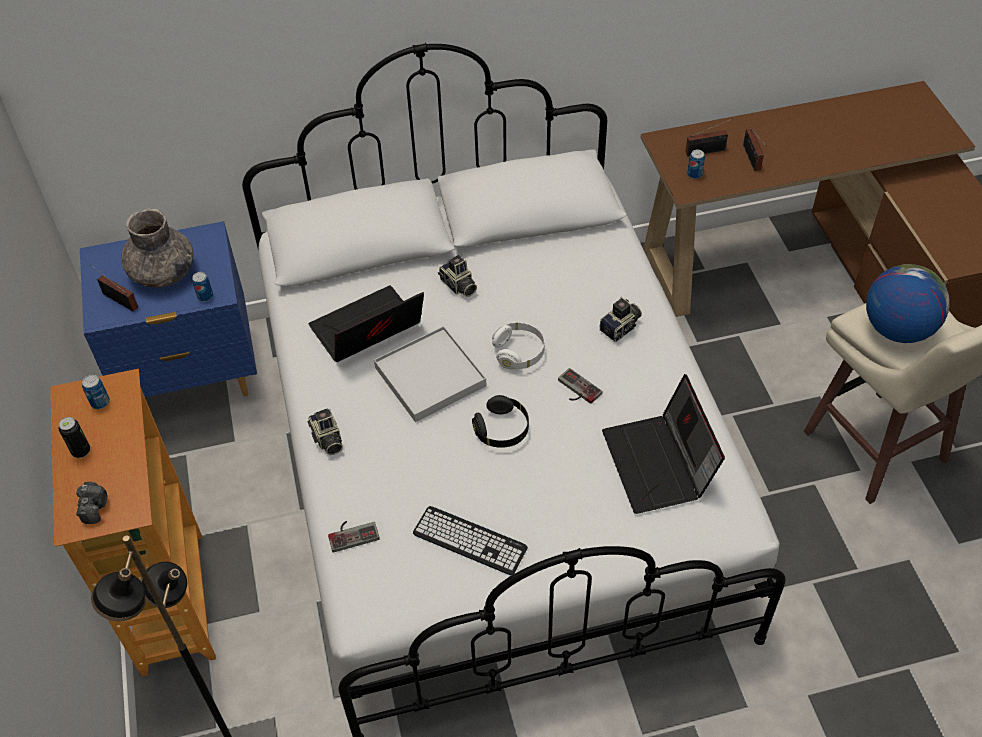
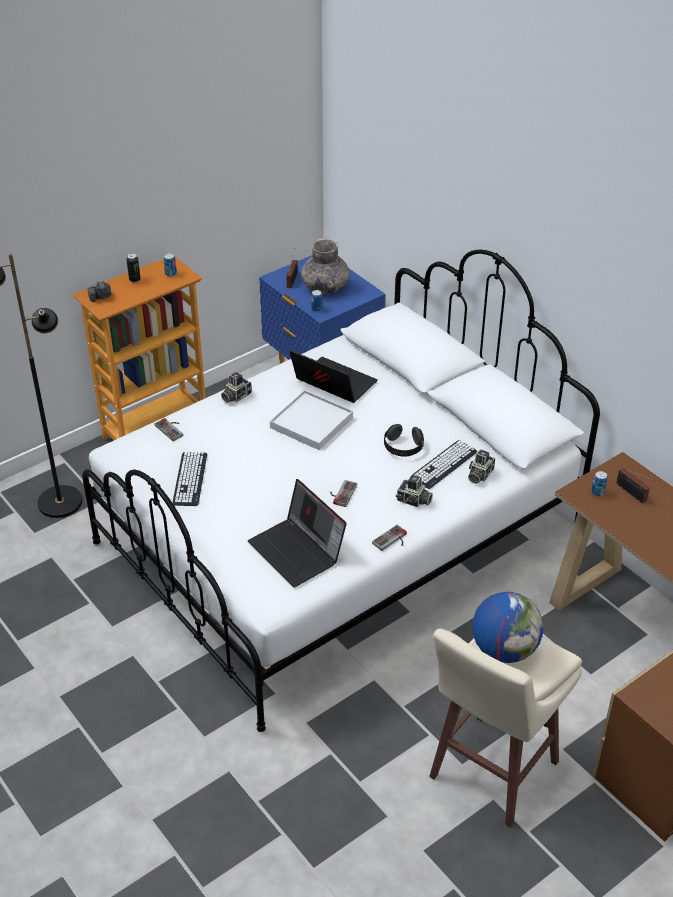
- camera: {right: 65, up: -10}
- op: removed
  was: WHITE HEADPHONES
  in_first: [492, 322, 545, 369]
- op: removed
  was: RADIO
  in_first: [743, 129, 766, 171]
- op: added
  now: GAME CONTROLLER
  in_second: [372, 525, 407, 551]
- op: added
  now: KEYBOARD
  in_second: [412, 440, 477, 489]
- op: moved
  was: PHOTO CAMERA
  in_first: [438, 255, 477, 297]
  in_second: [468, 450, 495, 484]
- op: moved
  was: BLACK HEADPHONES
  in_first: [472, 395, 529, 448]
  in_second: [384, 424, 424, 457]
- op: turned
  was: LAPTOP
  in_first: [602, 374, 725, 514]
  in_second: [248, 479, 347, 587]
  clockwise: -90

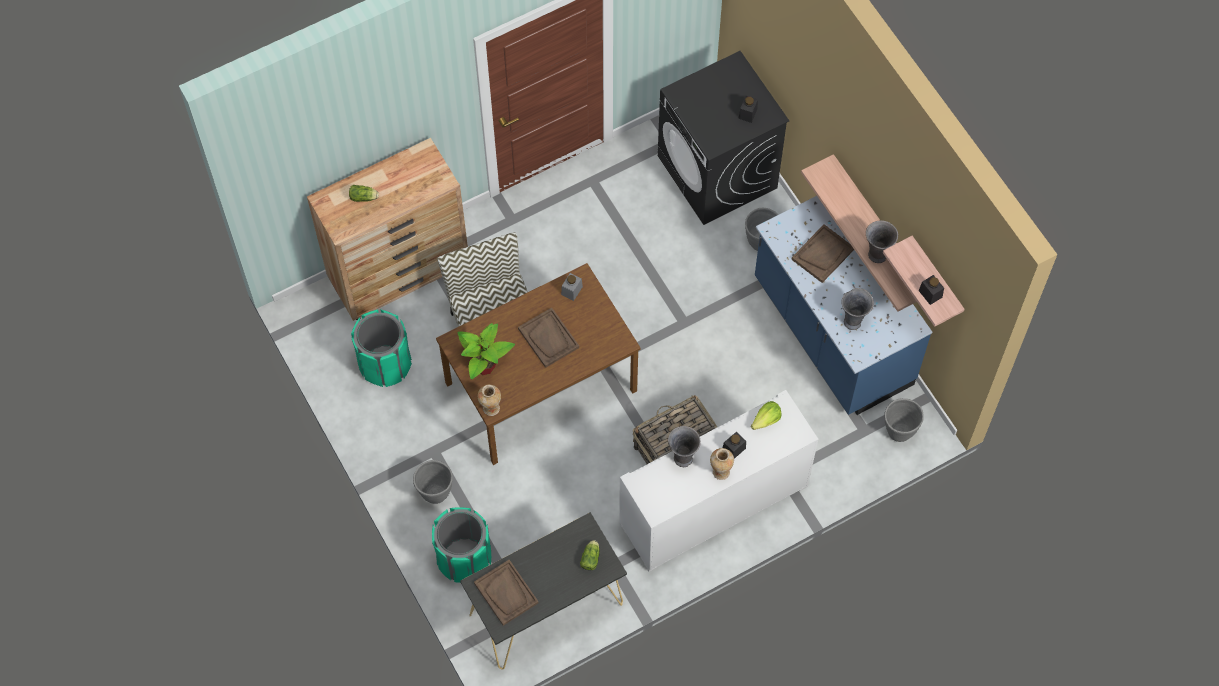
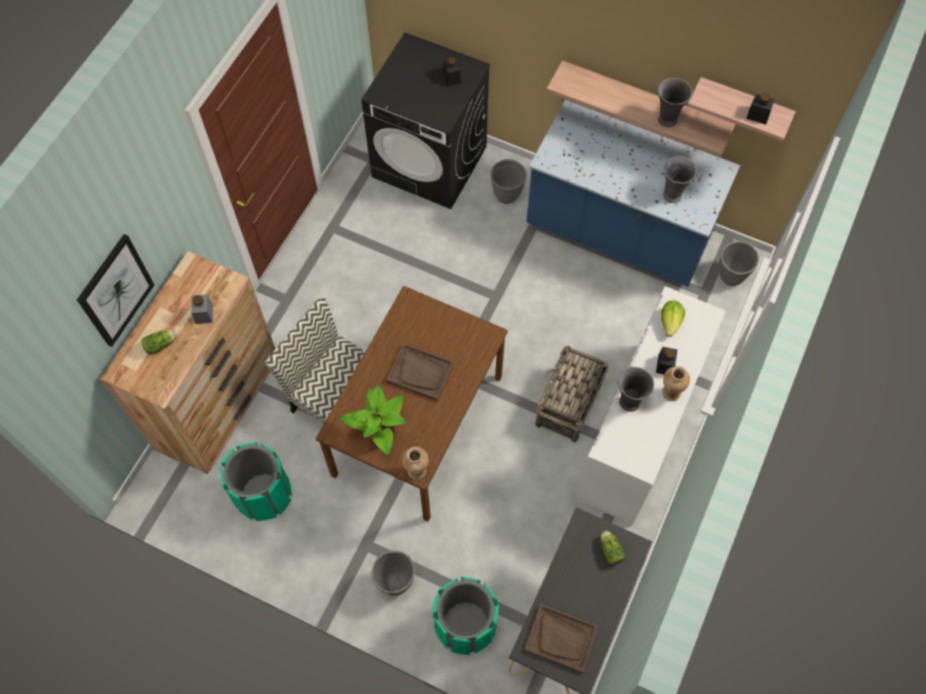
- camera: {right: -35, up: 0}
- op: removed
  was: BROWN TRAY
  in_first: [791, 224, 854, 283]
- op: added
  now: PICTURE
  in_second: [77, 234, 154, 347]
- op: moved
  was: GREY JAR
  in_first: [561, 273, 583, 301]
  in_second: [191, 294, 213, 324]

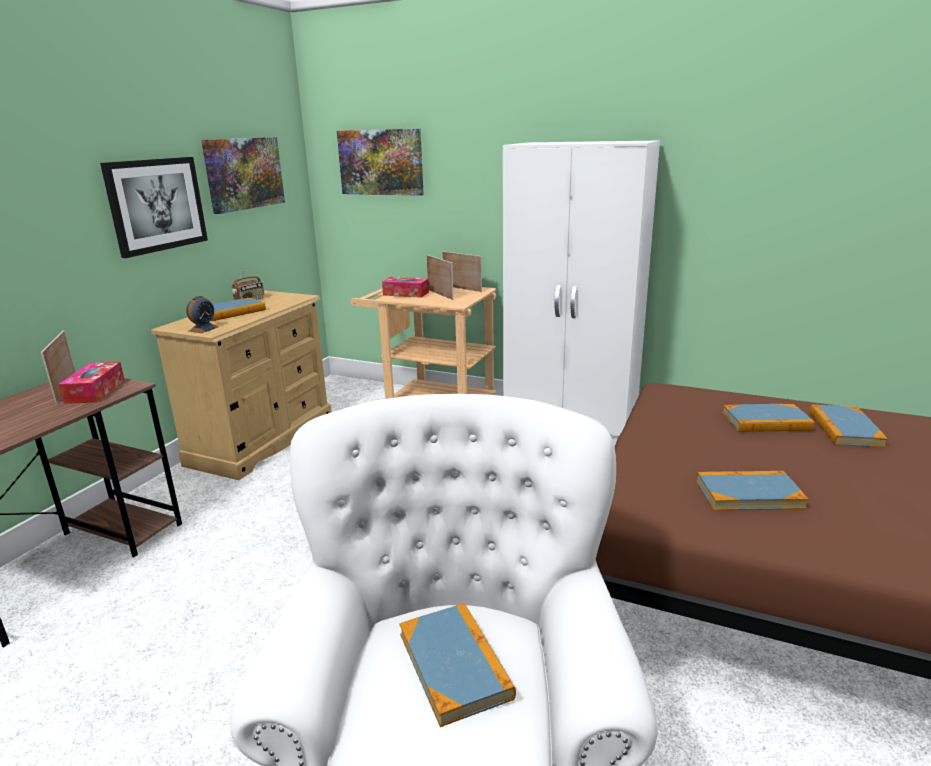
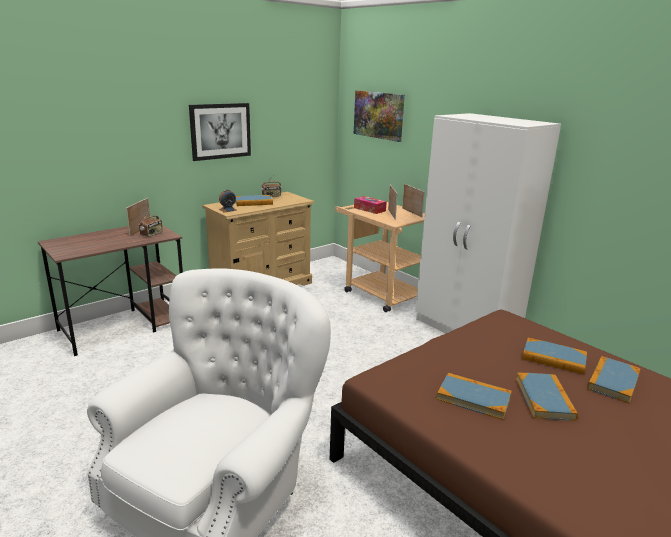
- camera: {right: 25, up: 0}
- op: removed
  was: PICTURE
  in_first: [201, 137, 285, 214]
- op: moved
  was: BOOK
  in_first: [399, 603, 516, 727]
  in_second: [516, 373, 578, 421]
- op: replaced
  was: TISSUE BOX
  now: RADIO
  in_first: [59, 362, 125, 404]
  in_second: [139, 209, 163, 237]

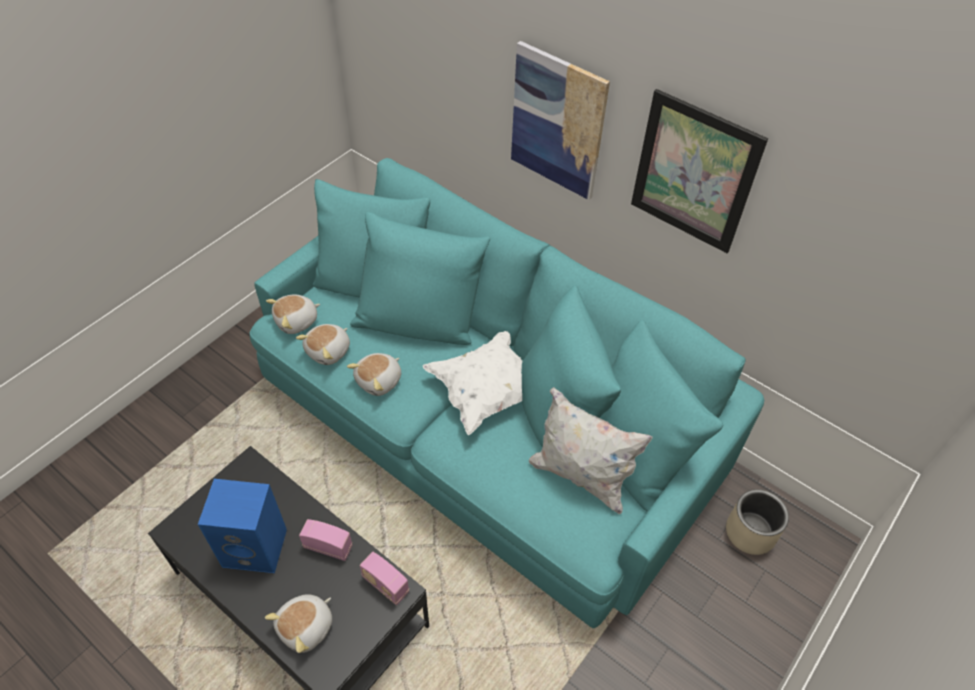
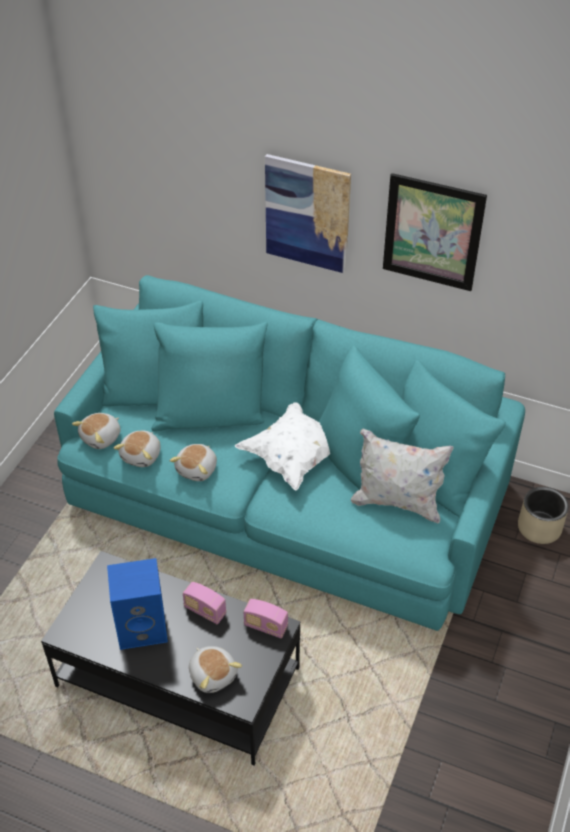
- camera: {right: -15, up: -5}
- op: turned
  was: PLUSH TOY
  in_first: [265, 594, 332, 653]
  in_second: [189, 646, 242, 693]
  clockwise: -60
- op: turned
  was: RADIO
  in_first: [299, 519, 352, 561]
  in_second: [183, 582, 226, 624]
  clockwise: -150

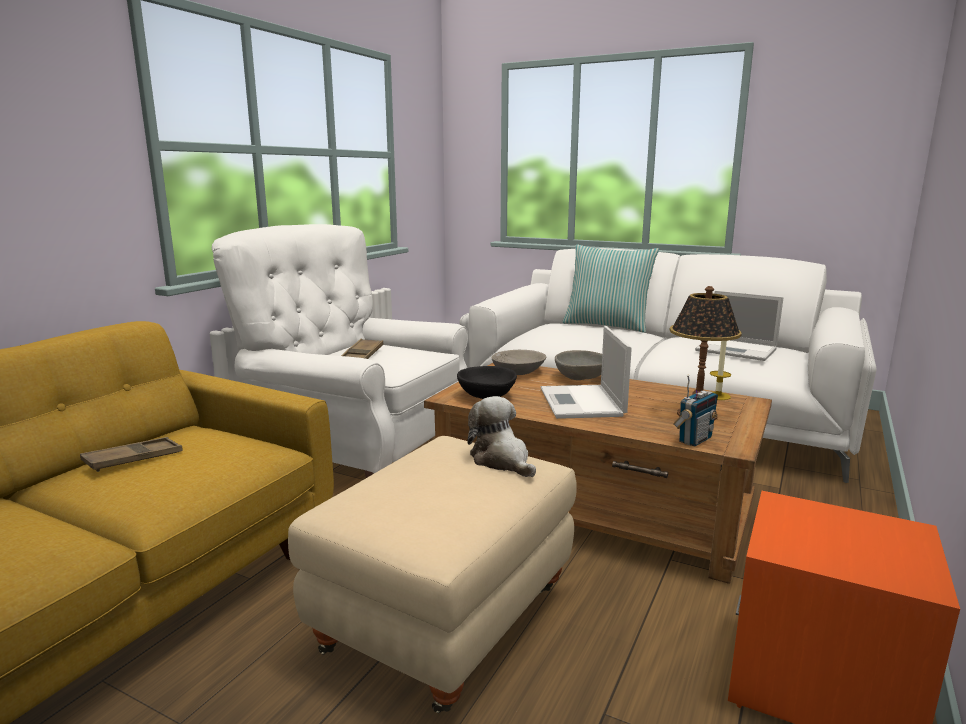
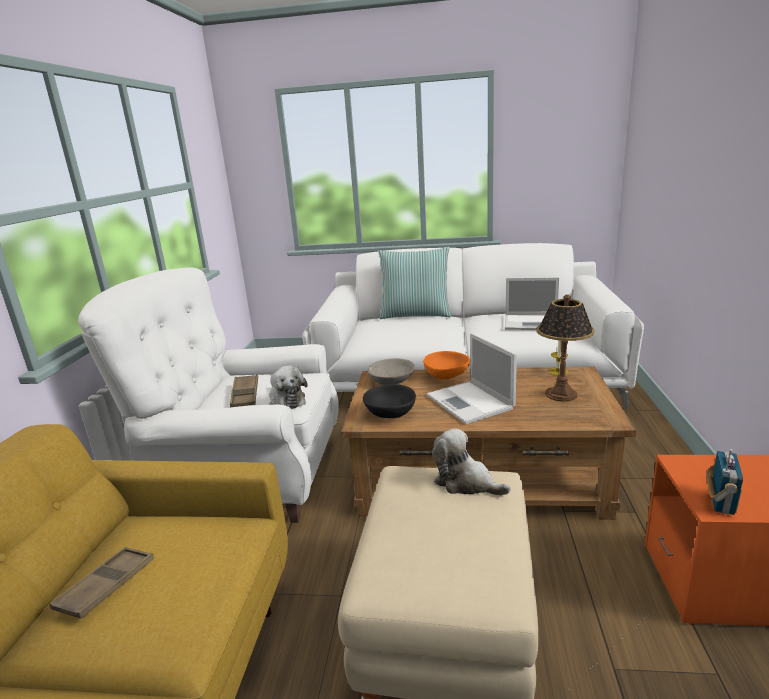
- camera: {right: -20, up: 5}
- op: added
  now: PLUSH TOY
  in_second: [269, 365, 307, 409]
- op: moved
  was: RADIO
  in_first: [673, 375, 718, 446]
  in_second: [706, 449, 743, 515]
- op: recoloured
  was: GREY BOWL
  now: ORANGE BOWL
  in_first: [555, 350, 602, 380]
  in_second: [423, 351, 470, 380]

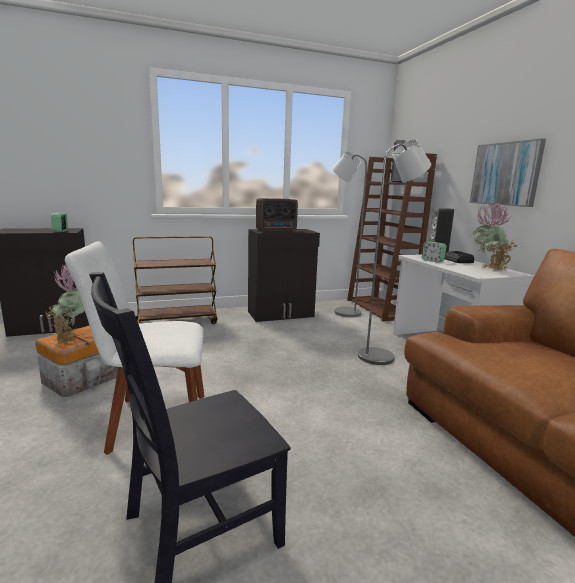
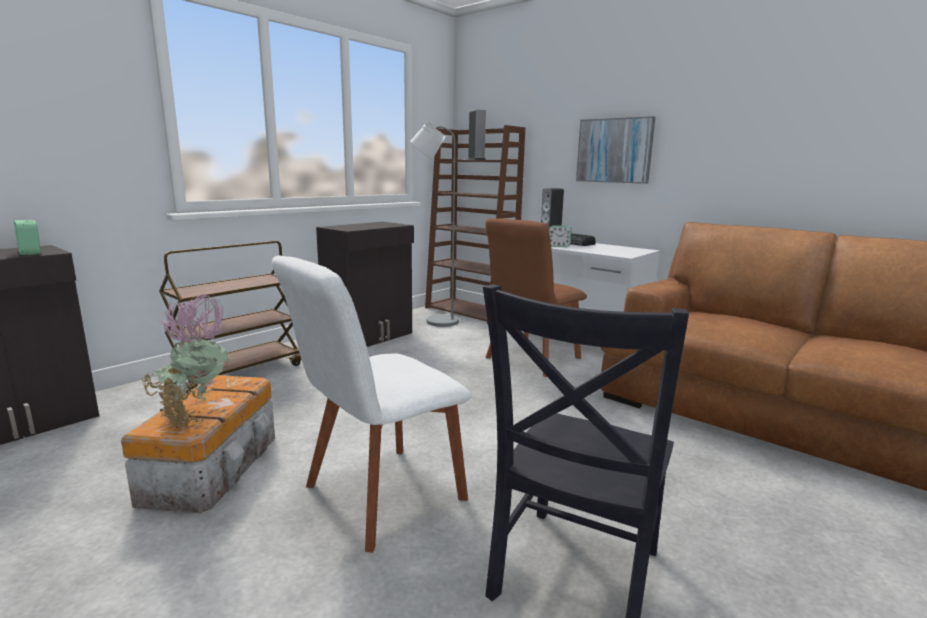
- camera: {right: -30, up: 0}
- op: removed
  was: RADIO
  in_first: [256, 198, 298, 232]
- op: removed
  was: POTTED PLANT
  in_first: [473, 200, 517, 271]
- op: replaced
  was: GREY FLOOR LAMP
  now: BROWN CHAIR
  in_first: [358, 139, 431, 365]
  in_second: [485, 218, 587, 377]

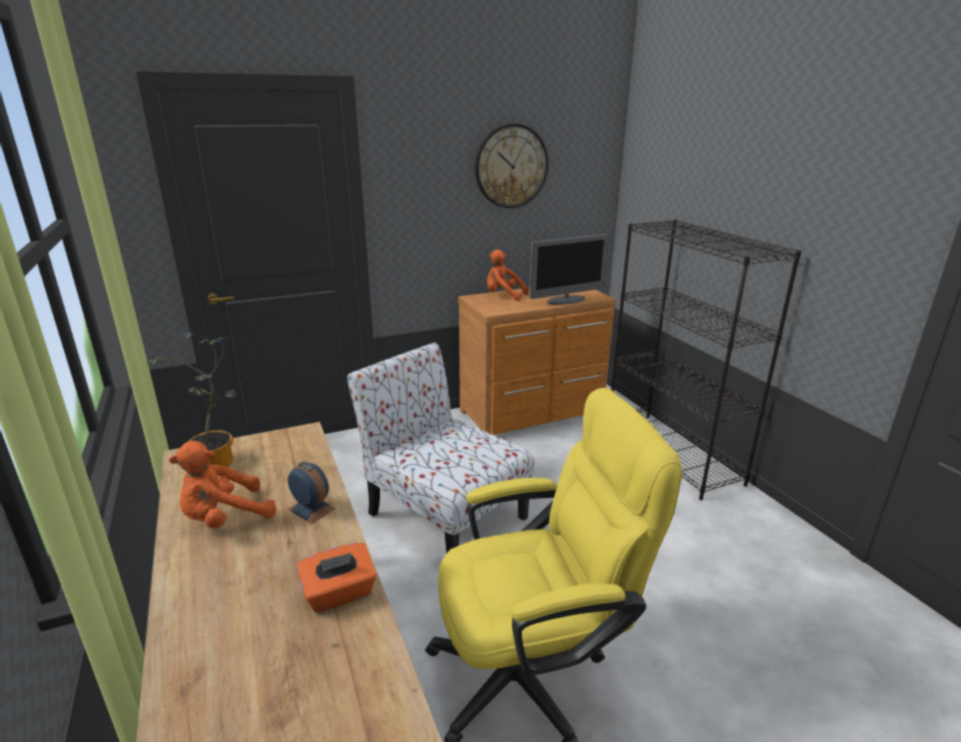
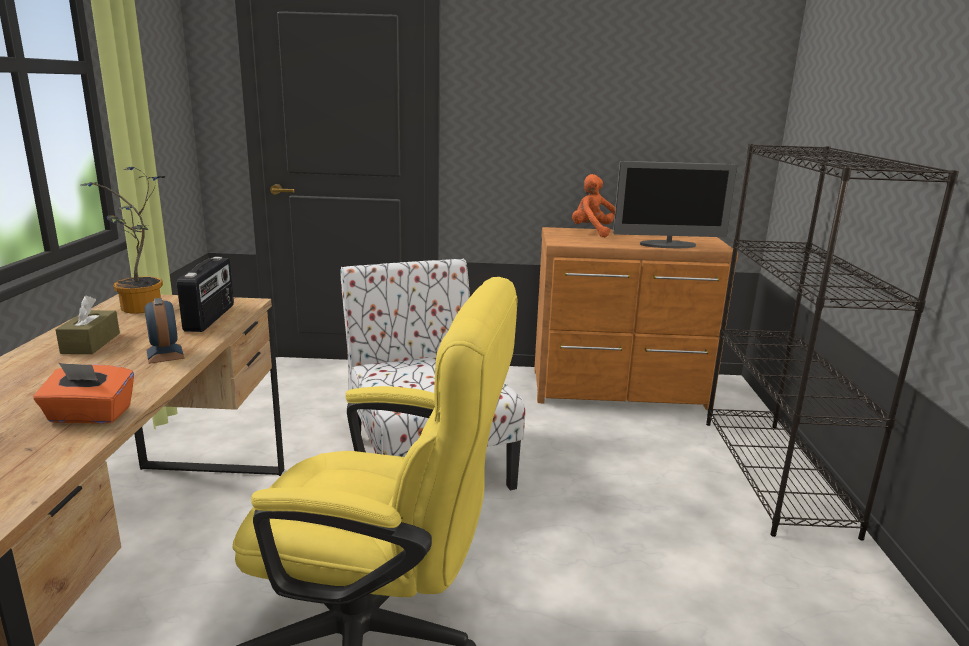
- camera: {right: 25, up: -5}
- op: removed
  was: WALL CLOCK
  in_first: [475, 124, 548, 208]
- op: added
  now: RADIO
  in_second: [177, 257, 234, 332]
- op: replaced
  was: ORANGE PLUSH TOY
  now: BROWN TISSUE BOX
  in_first: [169, 441, 277, 529]
  in_second: [55, 296, 120, 354]

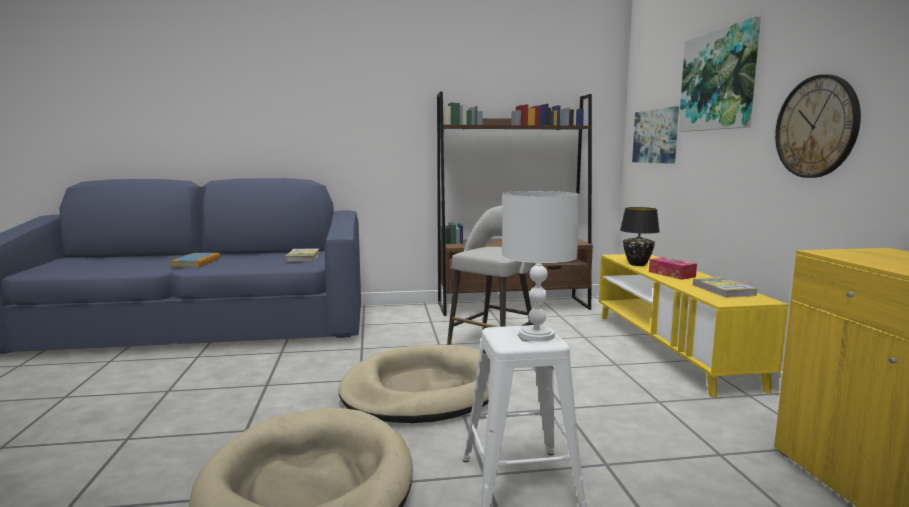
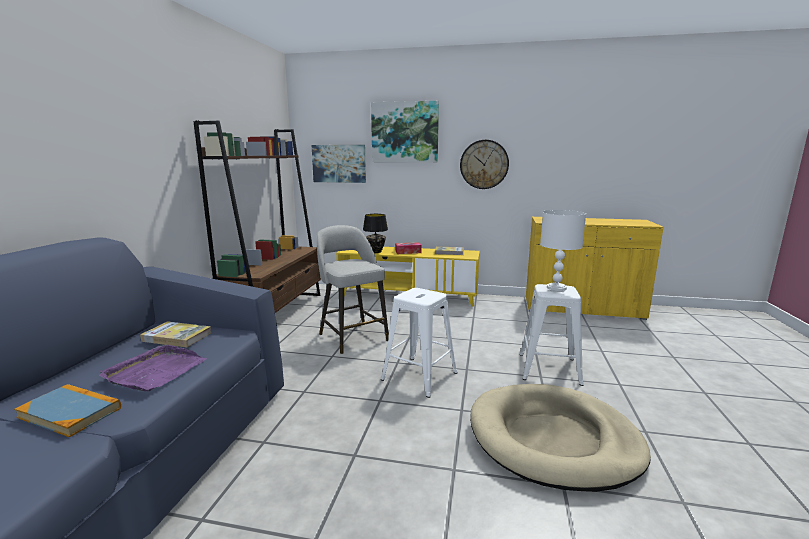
- camera: {right: -70, up: 5}
- op: added
  now: PURPLE TRAY
  in_second: [99, 345, 207, 392]
- op: replaced
  was: BEIGE DOG BED
  now: WHITE STOOL
  in_first: [339, 345, 491, 423]
  in_second: [381, 288, 458, 398]

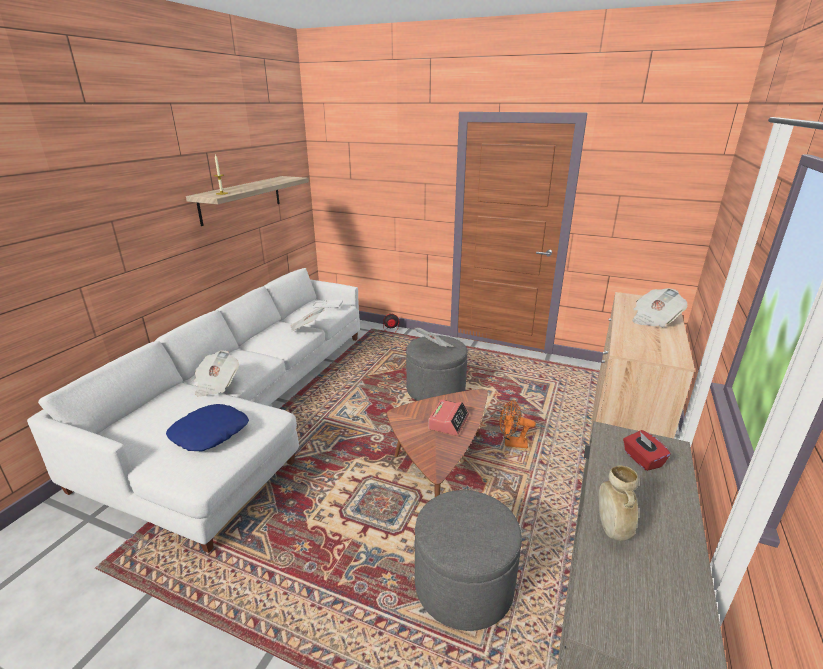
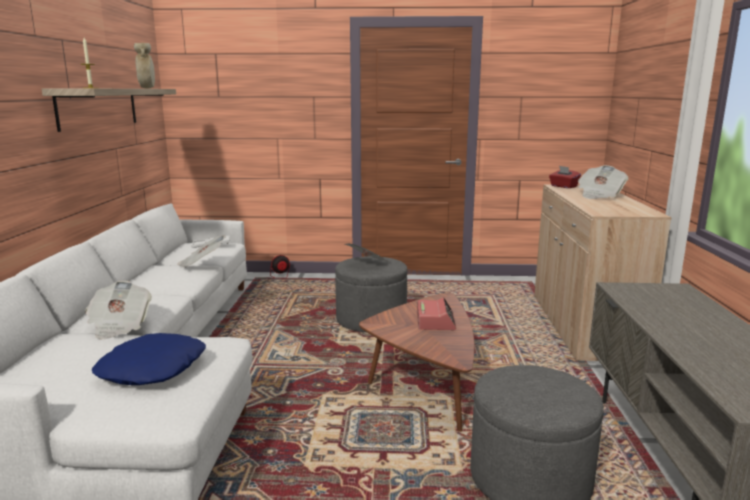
- camera: {right: -20, up: -10}
- op: removed
  was: ORANGE FAN
  in_first: [499, 399, 536, 448]
- op: moved
  was: BEIGE VASE
  in_first: [598, 466, 639, 541]
  in_second: [134, 43, 155, 89]
- op: moved
  was: RED TISSUE BOX
  in_first: [623, 430, 671, 471]
  in_second: [549, 166, 581, 188]

